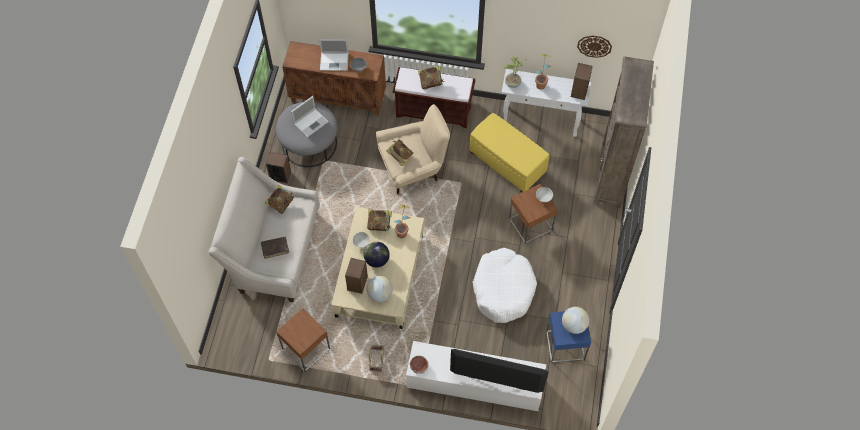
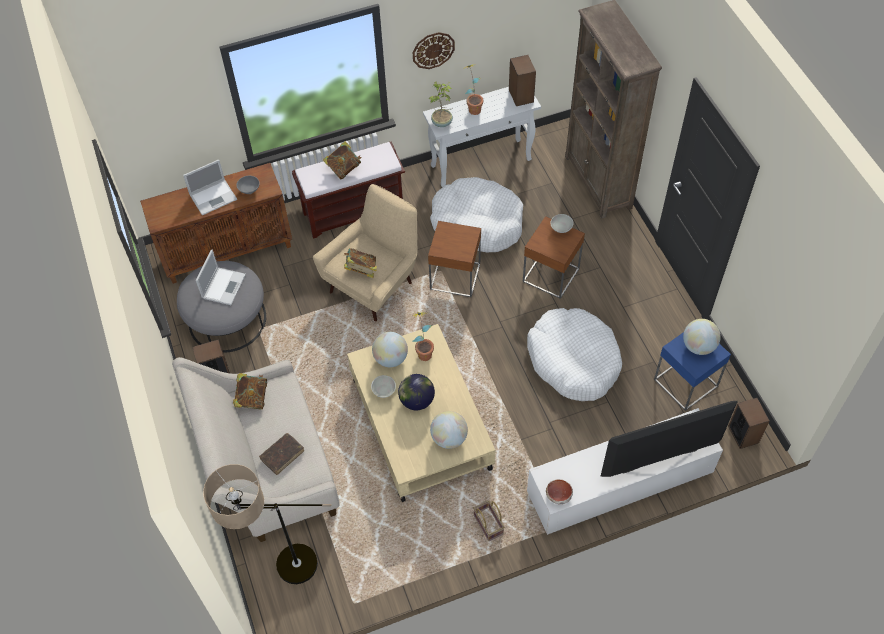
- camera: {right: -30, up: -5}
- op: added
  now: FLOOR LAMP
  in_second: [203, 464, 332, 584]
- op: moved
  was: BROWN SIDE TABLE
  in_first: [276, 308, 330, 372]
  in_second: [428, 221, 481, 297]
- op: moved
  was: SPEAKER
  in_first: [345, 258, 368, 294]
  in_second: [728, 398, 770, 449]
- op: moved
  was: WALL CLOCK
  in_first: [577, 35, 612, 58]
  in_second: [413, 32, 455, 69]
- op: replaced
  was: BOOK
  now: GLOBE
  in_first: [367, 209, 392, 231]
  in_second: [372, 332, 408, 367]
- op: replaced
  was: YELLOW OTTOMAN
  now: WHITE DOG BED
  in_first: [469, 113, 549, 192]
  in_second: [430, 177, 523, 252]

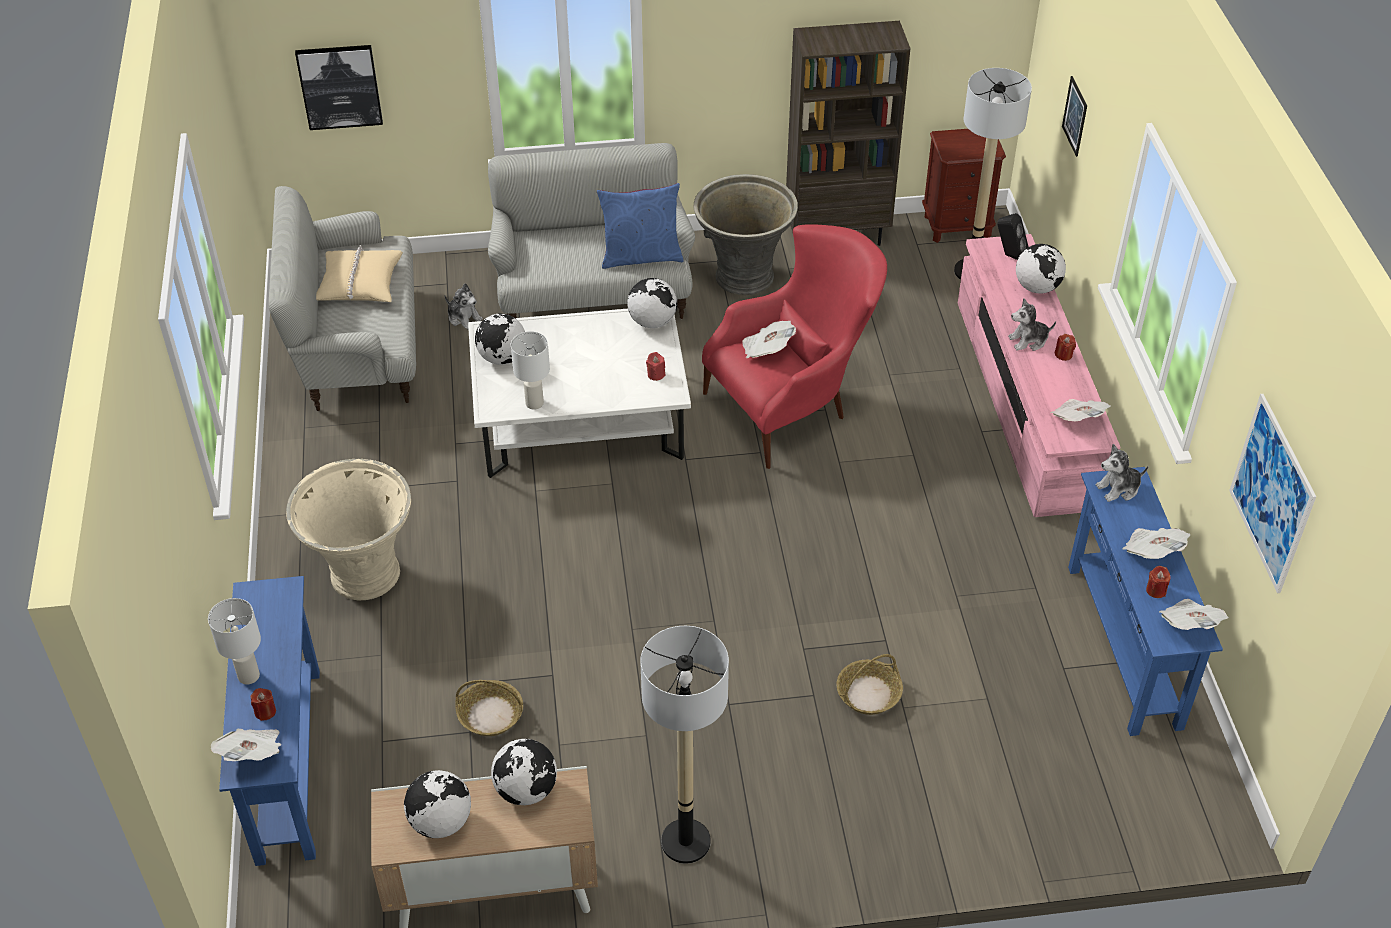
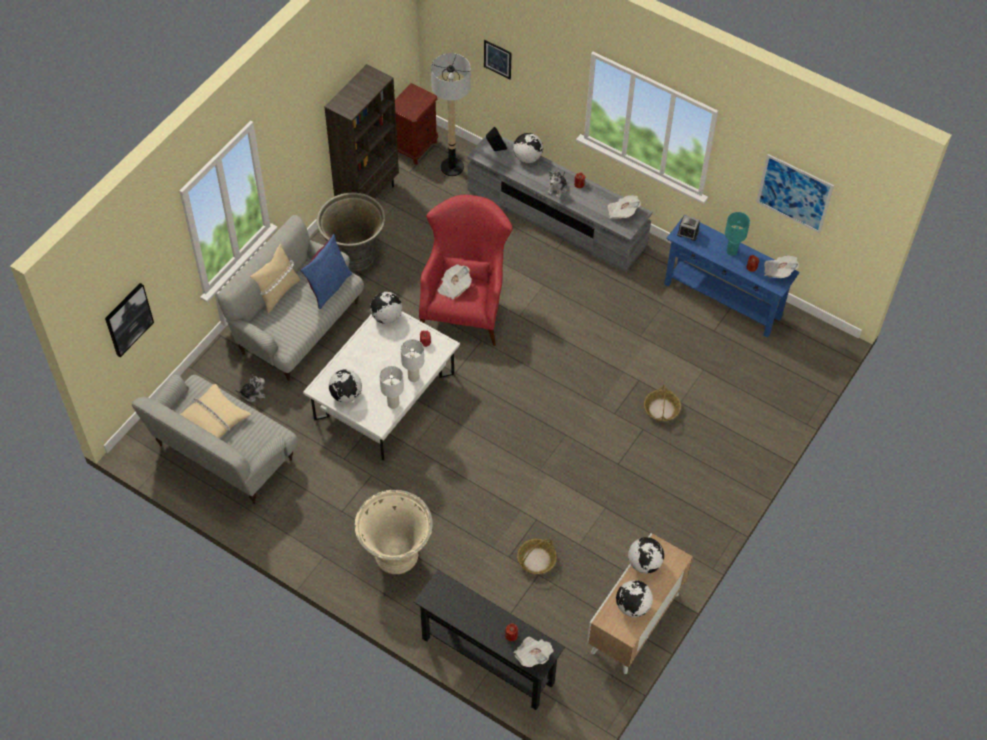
- camera: {right: -50, up: 10}
- op: removed
  was: FLOOR LAMP
  in_first: [640, 626, 729, 864]
- op: added
  now: BEIGE PILLOW
  in_second: [250, 244, 300, 314]
- op: moved
  was: WHITE TABLE LAMP
  in_first: [208, 598, 261, 685]
  in_second: [401, 339, 424, 382]
- op: replaced
  was: PLUSH TOY
  now: ALARM CLOCK
  in_first: [1095, 444, 1149, 502]
  in_second: [677, 215, 700, 241]
- op: replaced
  was: NEWSPAPER
  now: TURQUOISE TABLE LAMP
  in_first: [1123, 528, 1190, 559]
  in_second: [725, 212, 750, 256]
- op: recoloured
  was: BLUE CONSOLE TABLE
  now: BLACK CONSOLE TABLE
  in_first: [219, 576, 320, 866]
  in_second: [414, 570, 565, 710]
- op: recoloured
  was: PINK TV STAND
  now: GREY TV STAND
  in_first: [958, 234, 1121, 517]
  in_second: [467, 136, 652, 272]

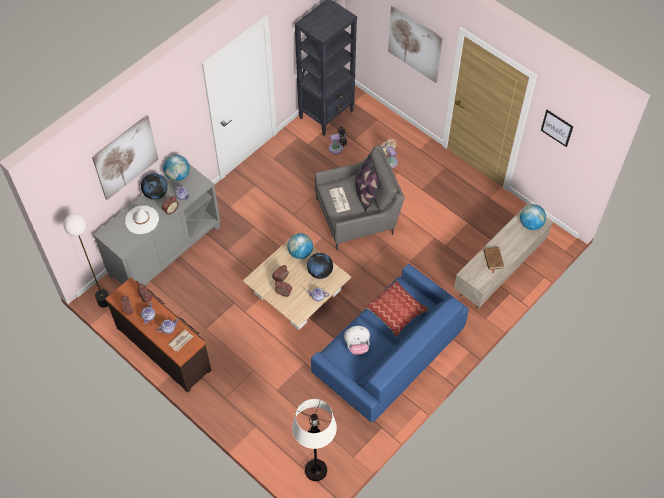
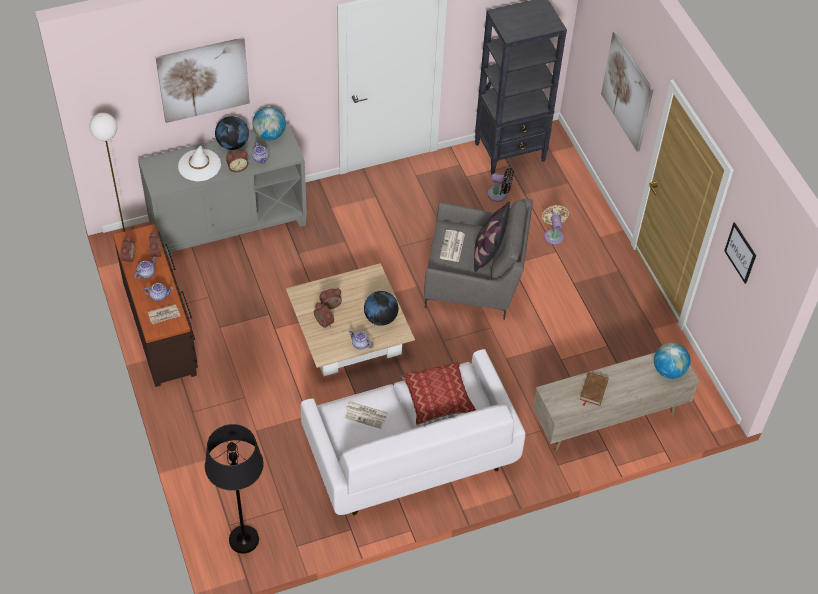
- camera: {right: 25, up: -5}
- op: removed
  was: GLOBE
  in_first: [287, 233, 313, 259]
- op: replaced
  was: PLUSH TOY
  now: NEWSPAPER
  in_first: [344, 326, 370, 355]
  in_second: [343, 402, 388, 429]
- op: recoloured
  was: WHITE FLOOR LAMP
  now: BLACK FLOOR LAMP
  in_first: [292, 399, 337, 481]
  in_second: [205, 424, 264, 553]
- op: recoloured
  was: BLUE SOFA
  now: WHITE SOFA
  in_first: [311, 264, 469, 422]
  in_second: [301, 349, 525, 515]

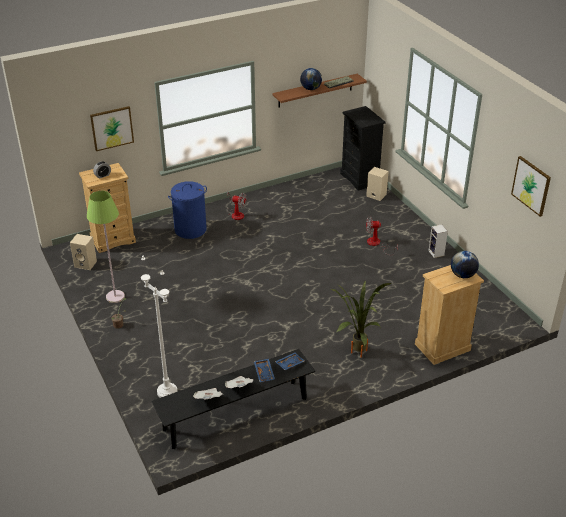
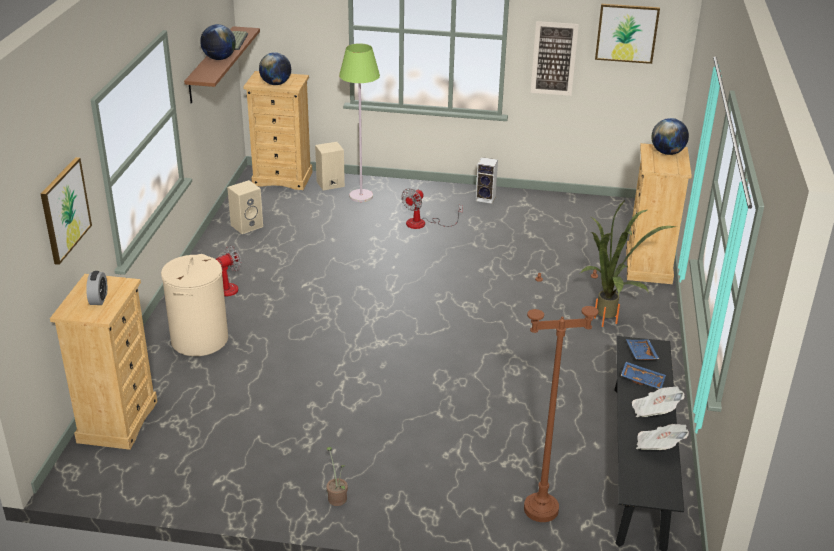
- camera: {right: -55, up: -5}
- op: added
  now: GLOBE
  in_second: [259, 52, 291, 85]
- op: added
  now: PICTURE
  in_second: [531, 21, 579, 96]
- op: moved
  was: BEIGE SPEAKER
  in_first: [70, 234, 97, 270]
  in_second: [227, 180, 263, 234]
- op: moved
  was: GREEN FLOOR LAMP
  in_first: [87, 191, 125, 303]
  in_second: [339, 43, 380, 202]
- op: recoloured
  was: WHITE FLOOR LAMP
  now: BROWN FLOOR LAMP
  in_first: [141, 256, 178, 398]
  in_second: [524, 270, 598, 522]
- op: recoloured
  was: BLUE LAUNDRY BASKET
  now: BEIGE LAUNDRY BASKET
  in_first: [168, 181, 207, 239]
  in_second: [161, 254, 228, 356]
- op: recoloured
  was: BLACK DRESSER
  now: BEIGE DRESSER
  in_first: [340, 106, 386, 190]
  in_second: [243, 71, 313, 190]

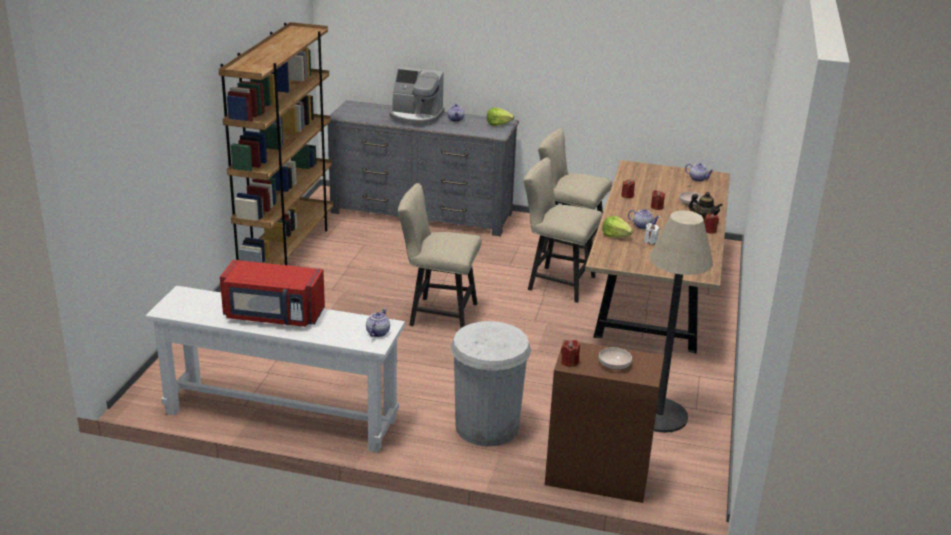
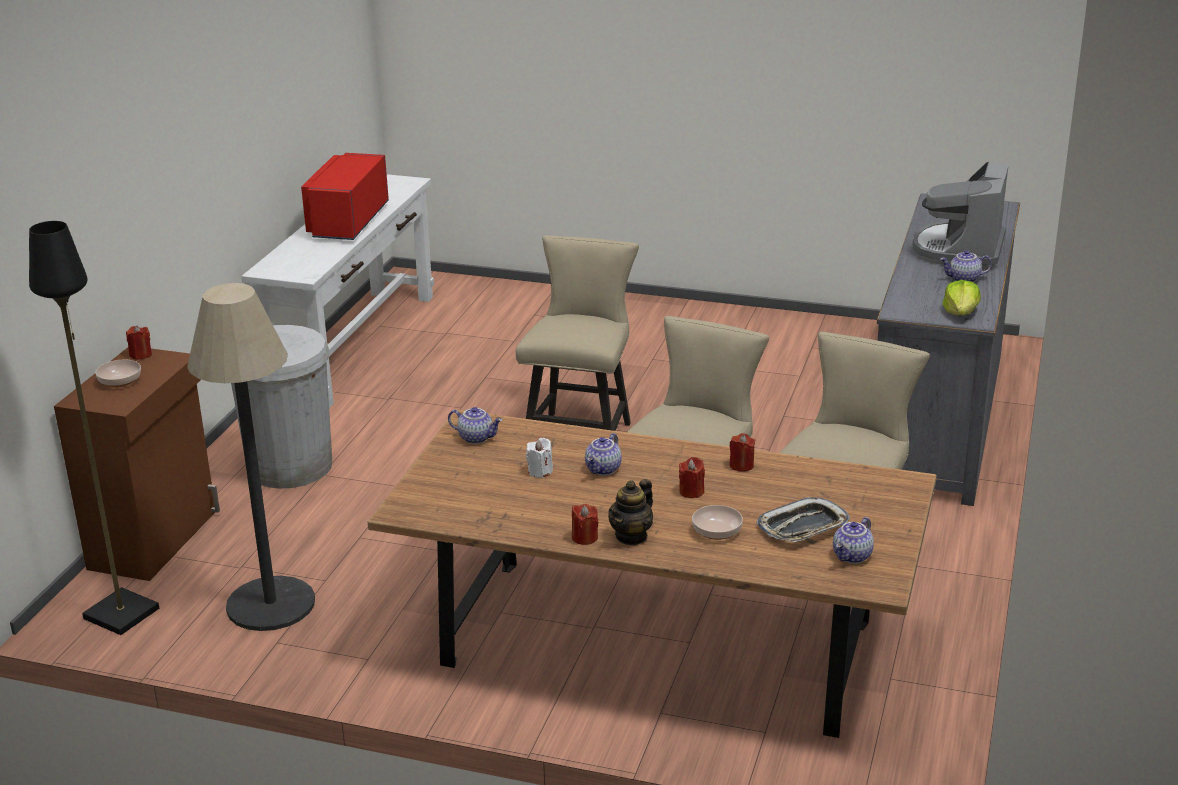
- camera: {right: 95, up: 0}
- op: removed
  was: BROWN BOOKCASE
  in_first: [219, 22, 334, 265]
- op: removed
  was: LETTUCE
  in_first: [602, 216, 633, 238]
- op: added
  now: BLACK FLOOR LAMP
  in_second: [29, 221, 159, 635]
- op: added
  now: TRAY
  in_second: [756, 497, 850, 542]
- op: moved
  was: TEAPOT
  in_first: [366, 308, 390, 337]
  in_second: [448, 407, 502, 444]

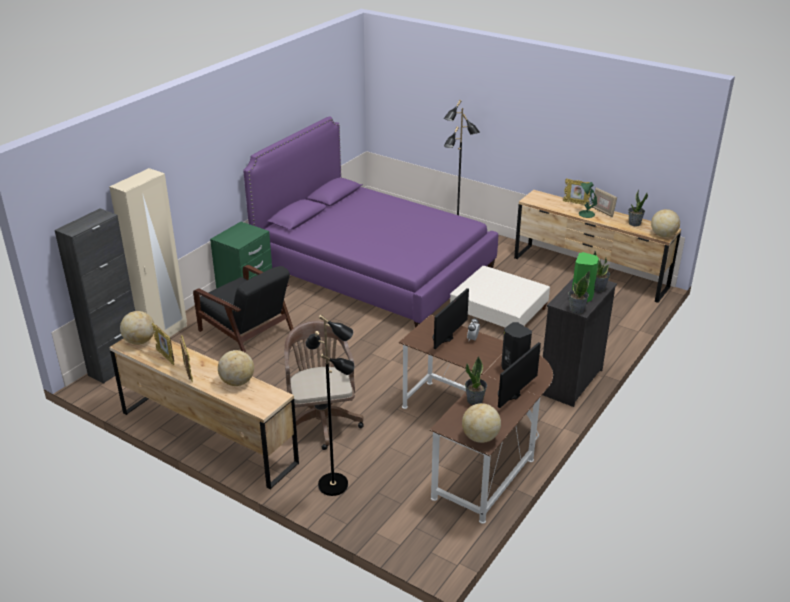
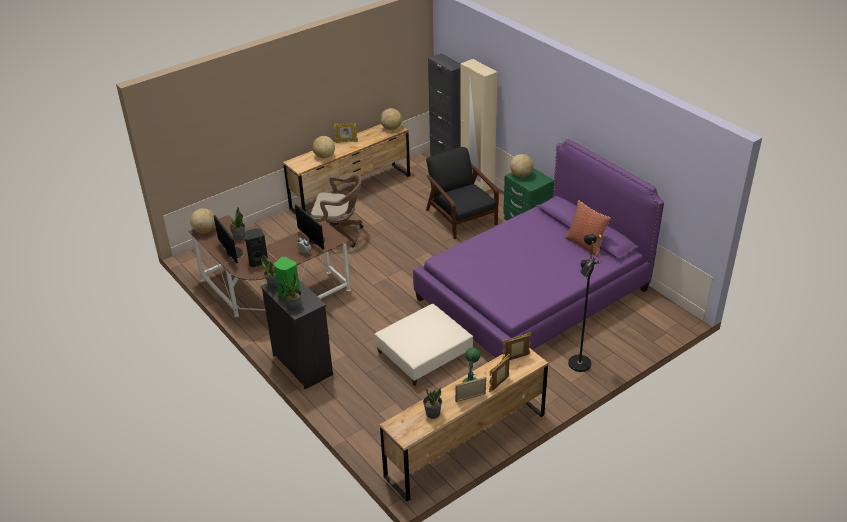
- camera: {right: 110, up: 5}
- op: removed
  was: BLACK FLOOR LAMP
  in_first: [306, 315, 355, 496]
- op: added
  now: PILLOW
  in_second: [565, 200, 611, 257]
- op: moved
  was: PICTURE FRAME
  in_first: [152, 323, 174, 365]
  in_second: [502, 332, 531, 360]
- op: moved
  was: GLOBE
  in_first: [651, 209, 680, 237]
  in_second: [510, 154, 533, 177]
- op: turned
  was: BLACK ARMCHAIR
  in_first: [193, 265, 293, 353]
  in_second: [426, 147, 499, 239]
  clockwise: 90

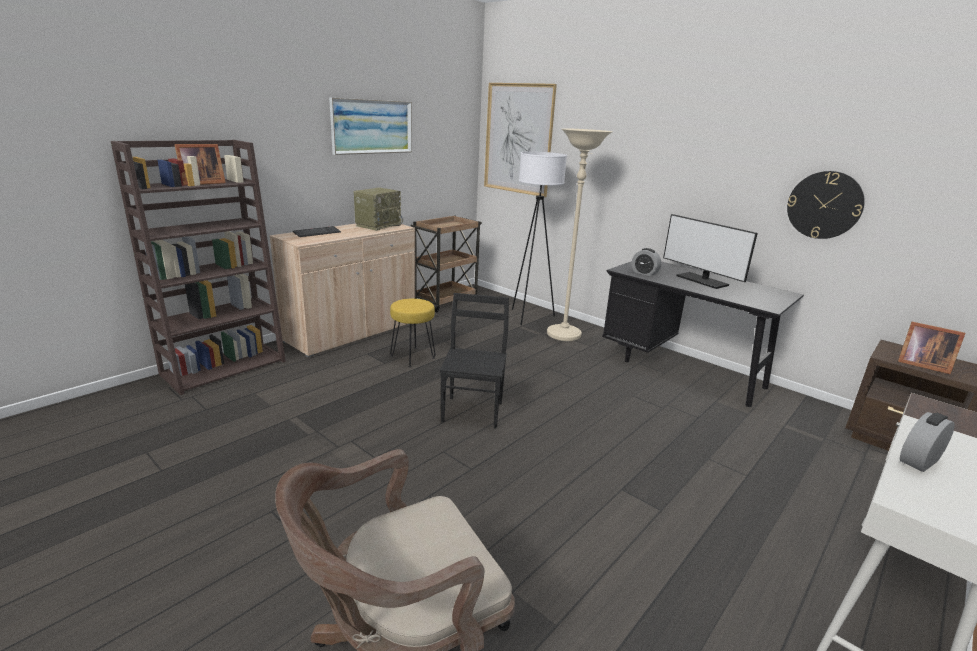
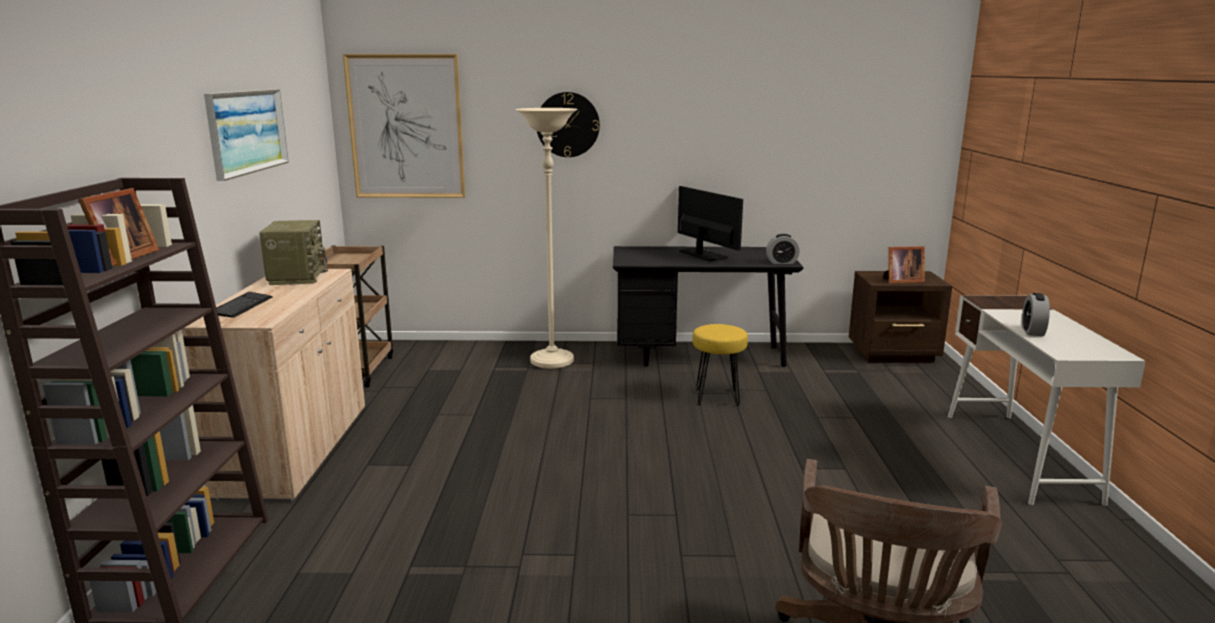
- camera: {right: -40, up: -5}
- op: removed
  was: BLACK CHAIR
  in_first: [440, 293, 509, 429]
- op: removed
  was: WHITE FLOOR LAMP
  in_first: [512, 151, 567, 325]
- op: moved
  was: YELLOW STOOL
  in_first: [390, 298, 435, 367]
  in_second: [692, 324, 748, 407]
- op: moved
  was: ALARM CLOCK
  in_first: [632, 248, 661, 276]
  in_second: [766, 234, 800, 264]
- op: moved
  was: WALL CLOCK
  in_first: [787, 171, 865, 239]
  in_second: [537, 92, 600, 157]
- op: turned
  was: MONITOR
  in_first: [663, 214, 758, 289]
  in_second: [678, 186, 743, 262]
  clockwise: -135

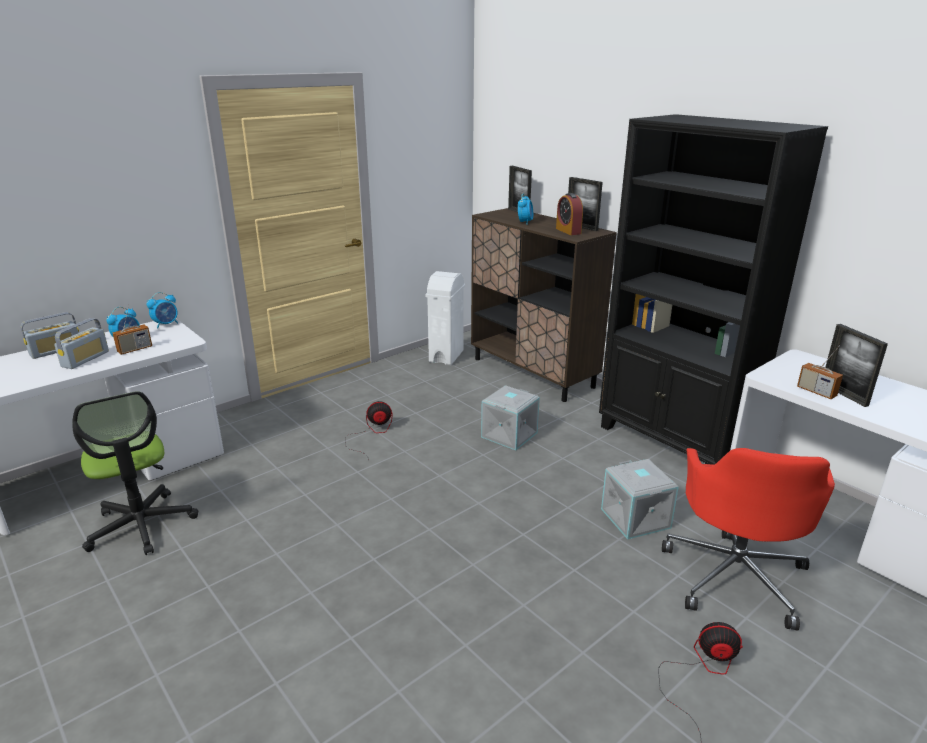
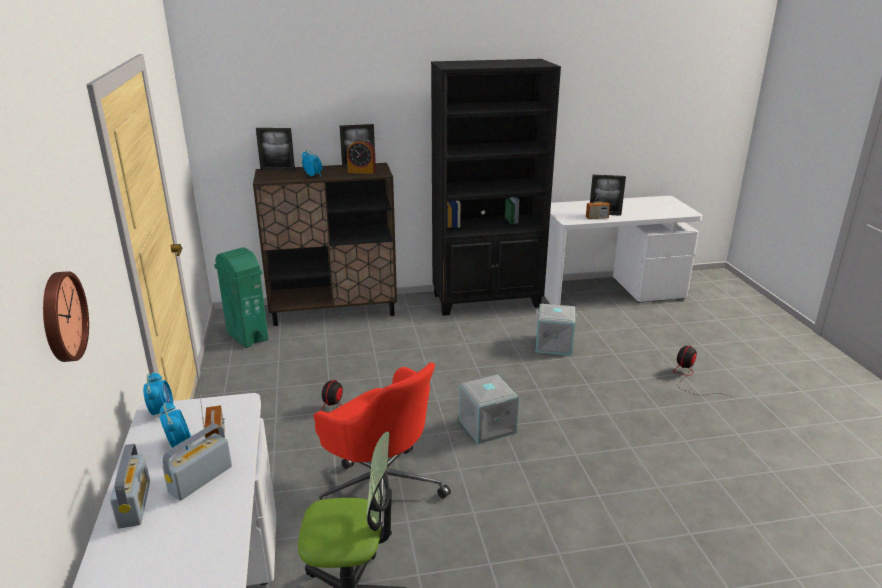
- camera: {right: -60, up: 0}
- op: added
  now: WALL CLOCK
  in_second: [43, 271, 89, 362]
- op: moved
  was: GREY STORAGE BOX
  in_first: [481, 385, 540, 450]
  in_second: [459, 375, 519, 444]
- op: moved
  was: RED OFFICE CHAIR
  in_first: [662, 448, 835, 631]
  in_second: [314, 363, 451, 535]
- op: recoloured
  was: WHITE TRASH CAN
  now: GREEN TRASH CAN
  in_first: [426, 271, 465, 365]
  in_second: [214, 248, 268, 348]
- op: turned
  was: RADIO
  in_first: [54, 318, 109, 369]
  in_second: [162, 424, 232, 500]
  clockwise: -105

